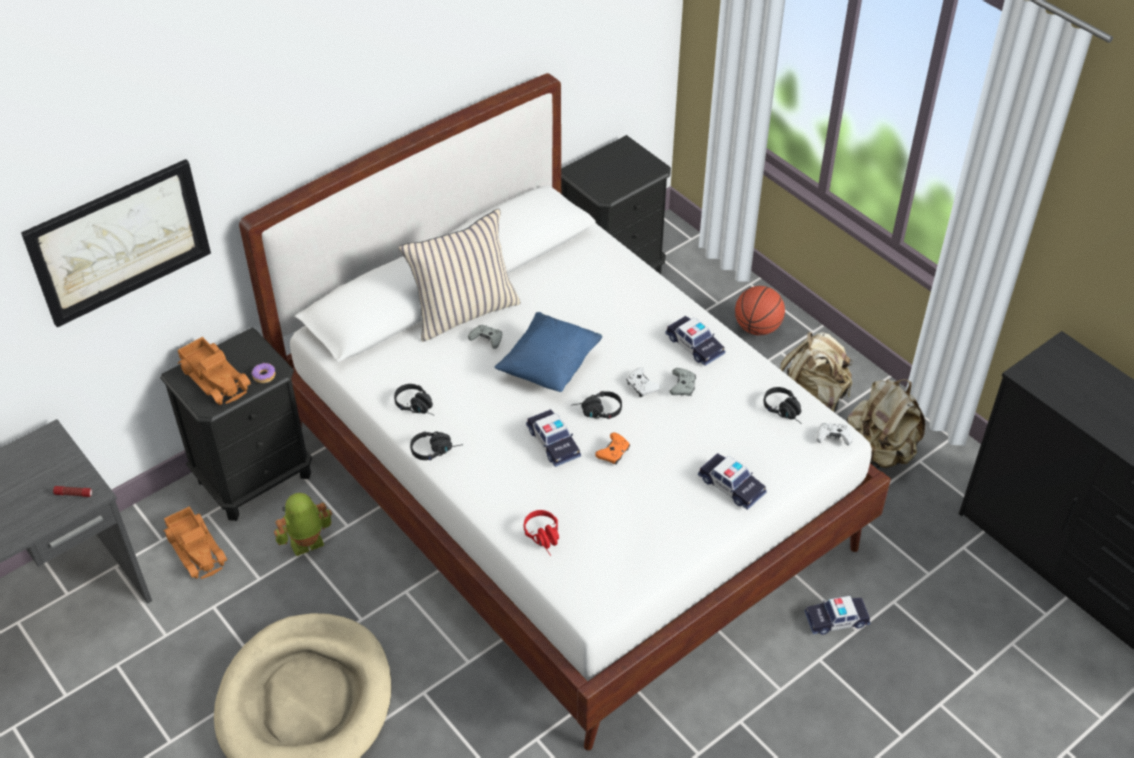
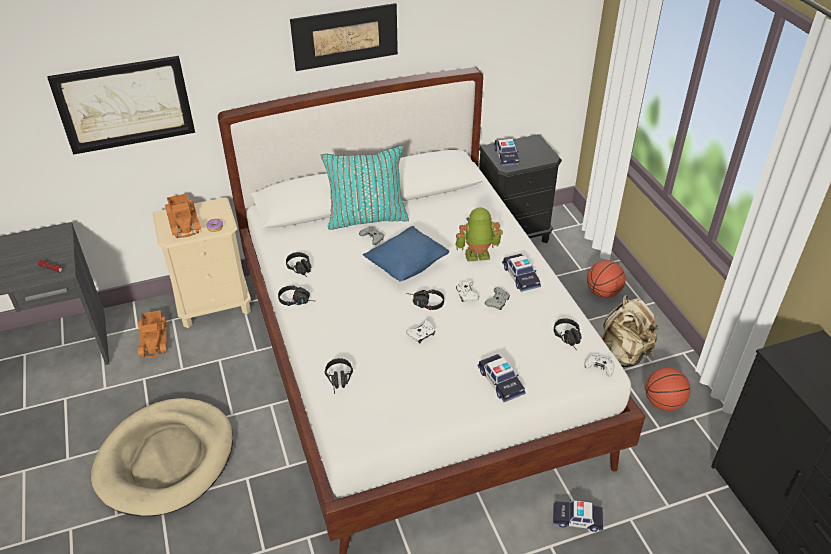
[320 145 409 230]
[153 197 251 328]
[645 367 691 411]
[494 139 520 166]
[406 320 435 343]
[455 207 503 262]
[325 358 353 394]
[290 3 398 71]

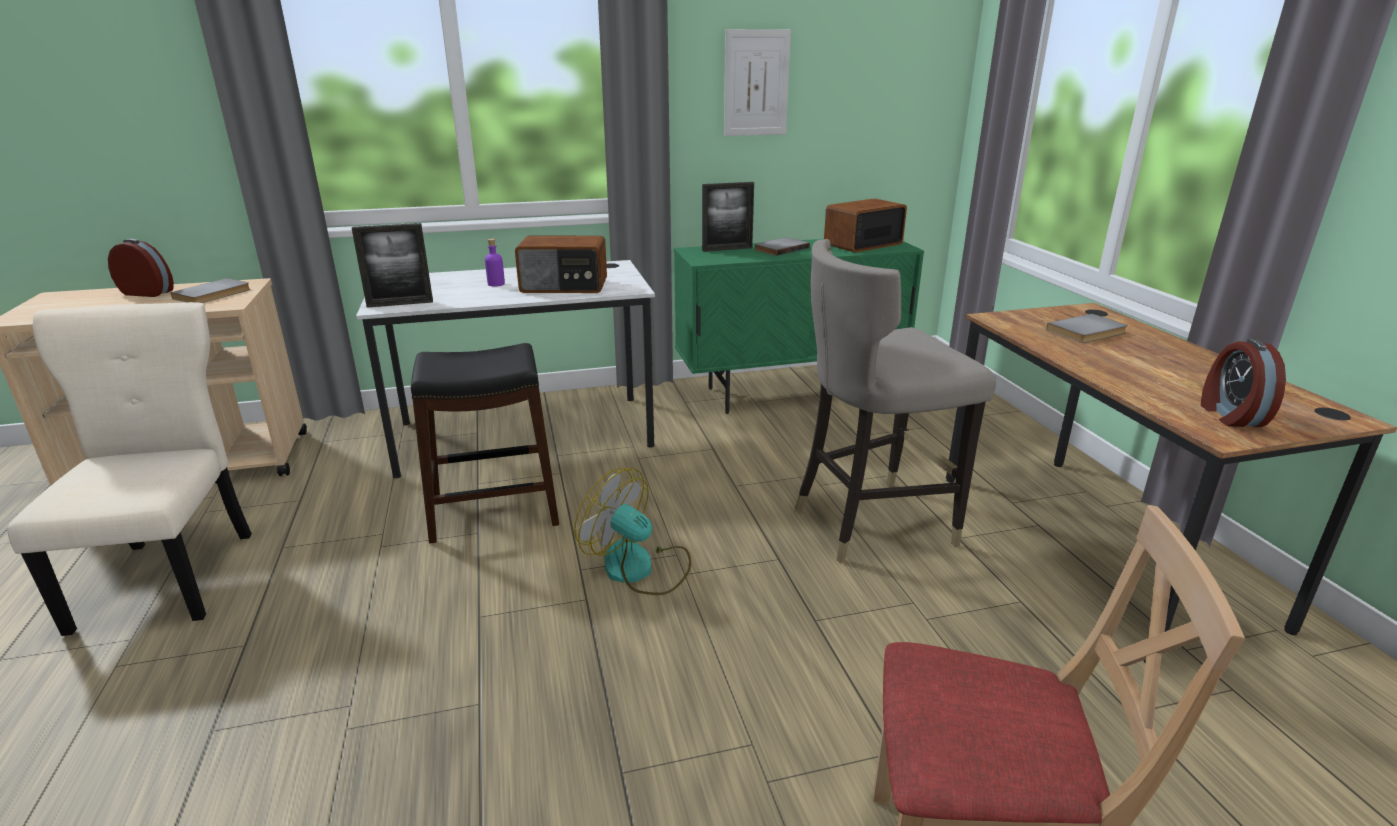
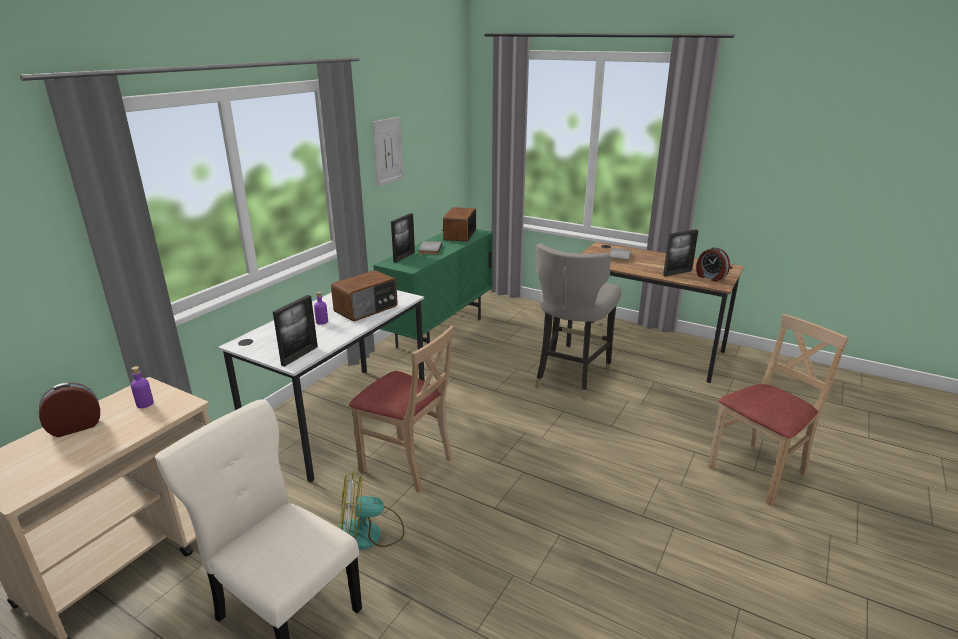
[131 366 154 408]
[349 326 454 493]
[338 471 405 550]
[663 229 699 277]

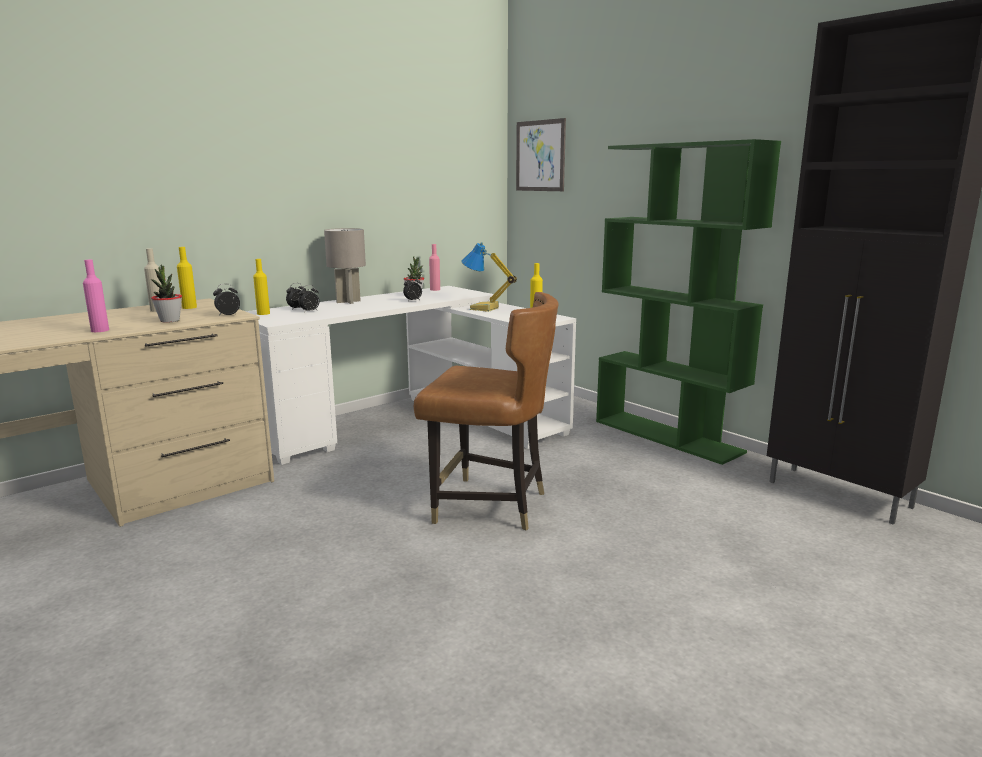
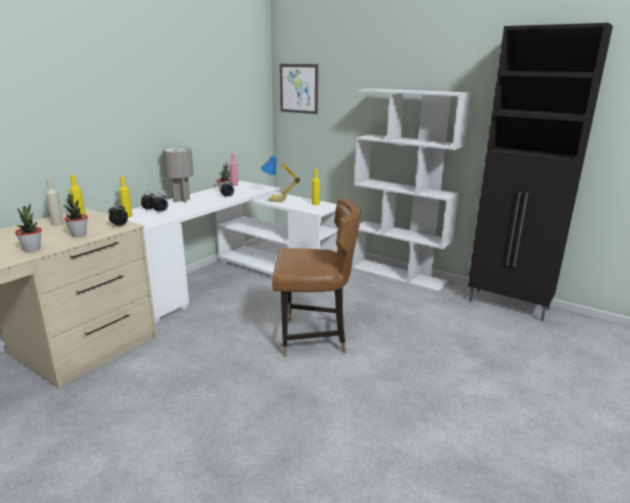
[351 89 472 292]
[15 204 42 252]

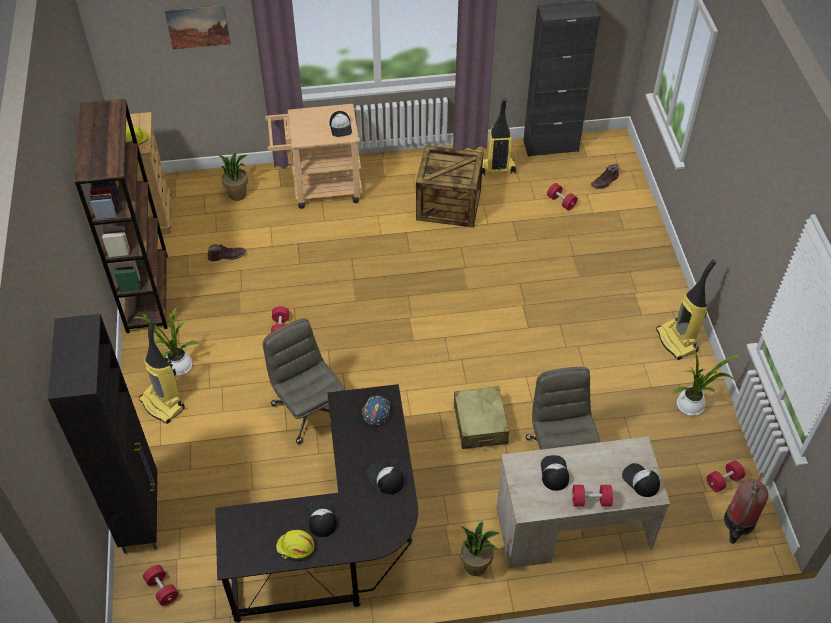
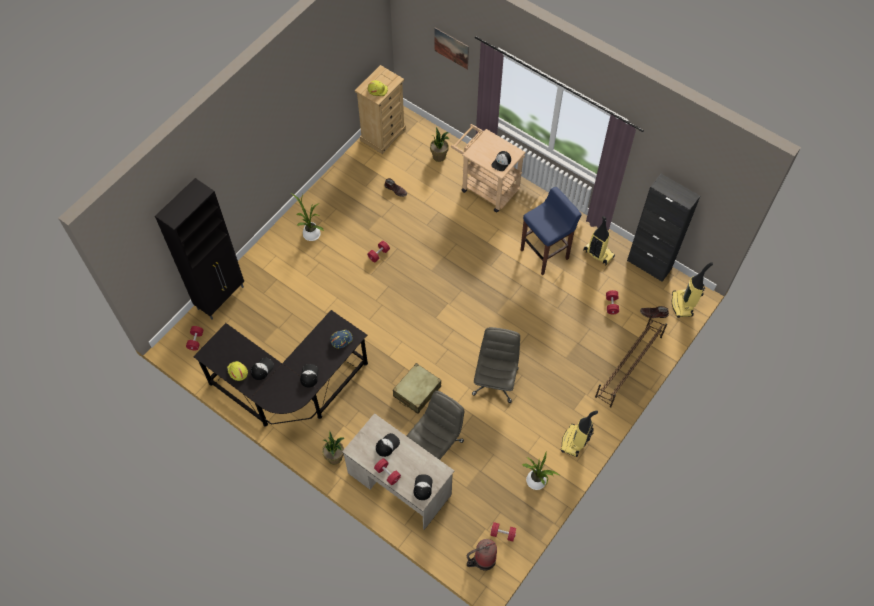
[74 99 168 333] (first image)
[521 187 582 275]
[472 327 520 403]
[672 262 713 318]
[595 314 667 407]

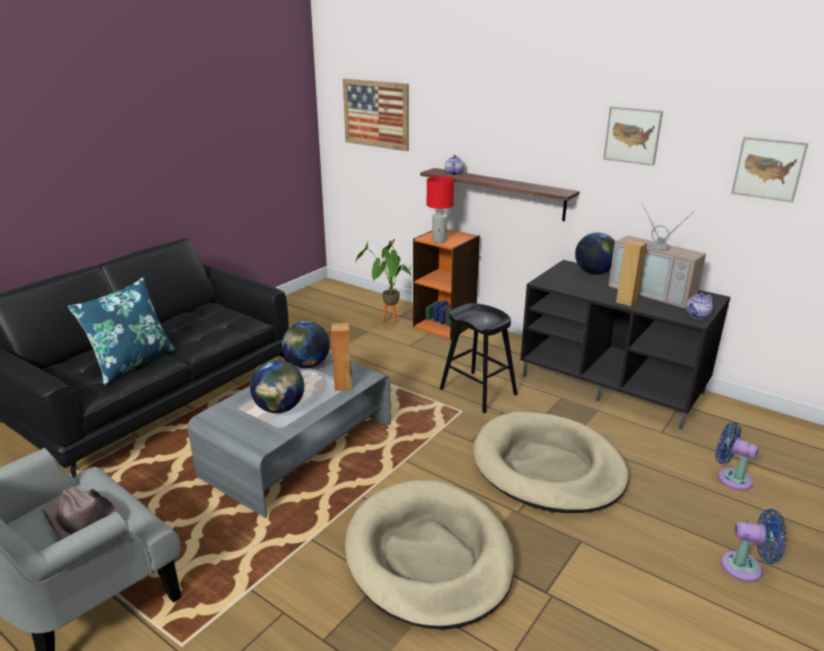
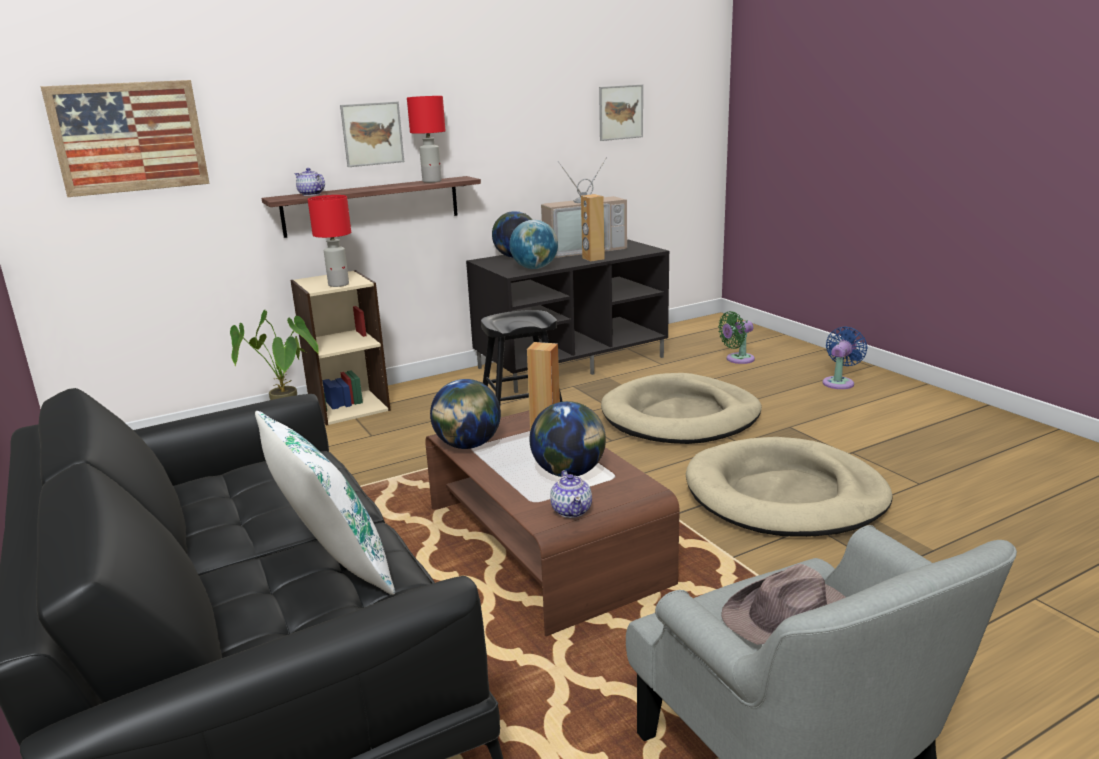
[340 102 404 167]
[290 270 391 426]
[255 411 395 595]
[550 470 592 518]
[425 410 680 636]
[718 311 755 364]
[407 96 445 183]
[509 220 558 269]

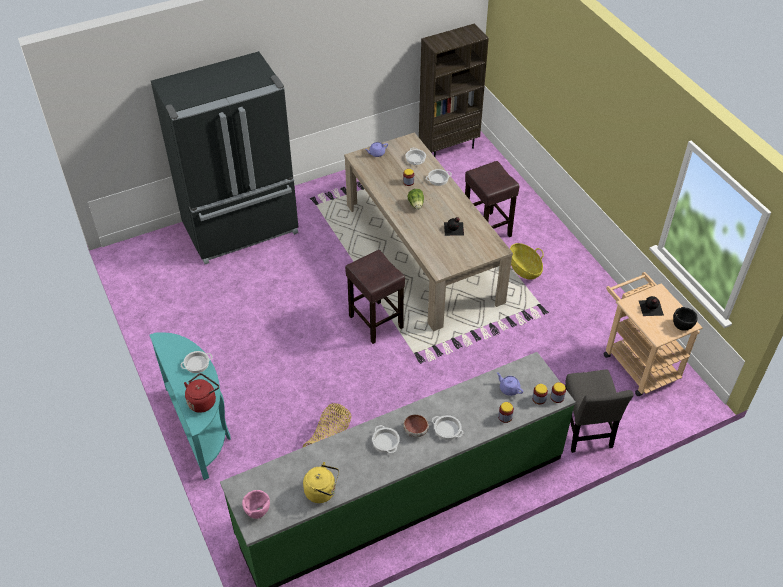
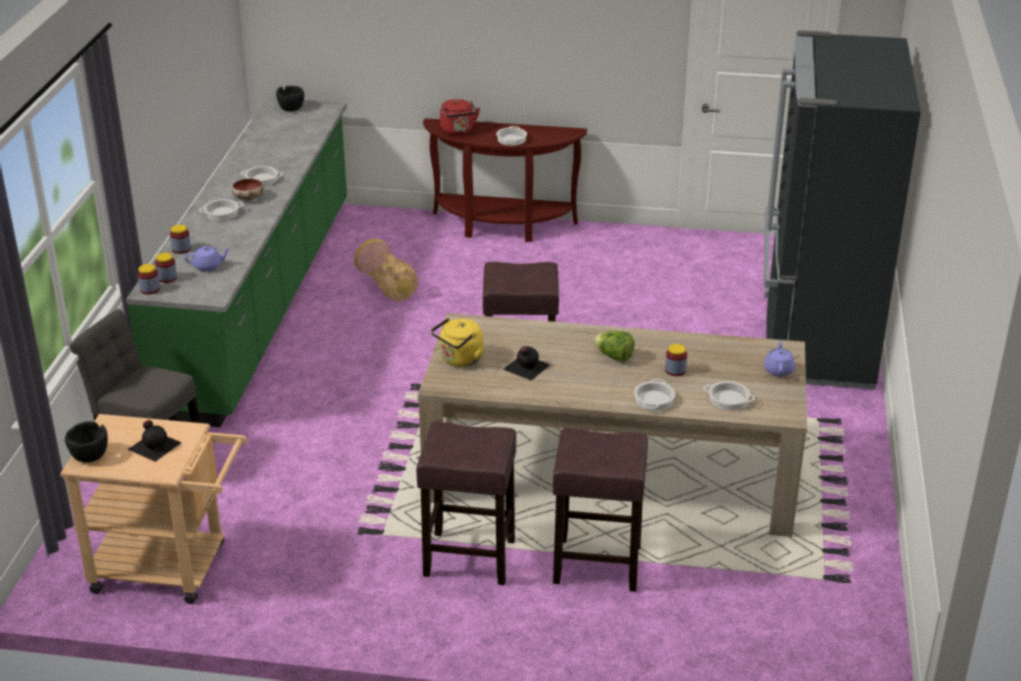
[419 23 489 158] (first image)
[416 422 516 585]
[423 118 587 242]
[431 318 484 367]
[276 86 304 111]

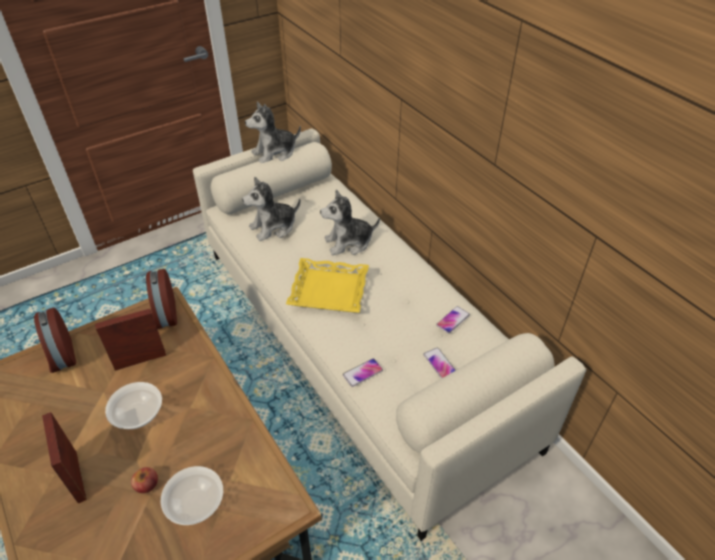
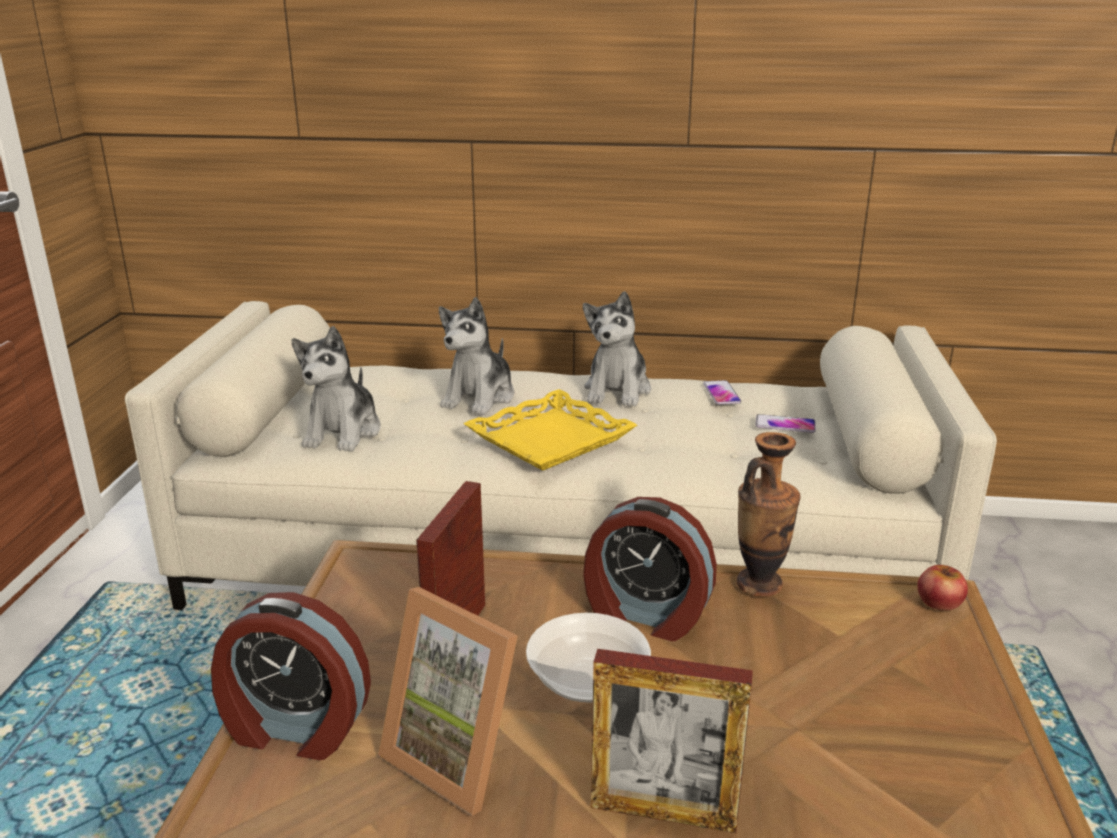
[583 291 651 407]
[583 497 717 641]
[343 358 383 387] (first image)
[160 466 223 525] (first image)
[917 565 968 611]
[737 432 801 597]
[378 587 518 816]

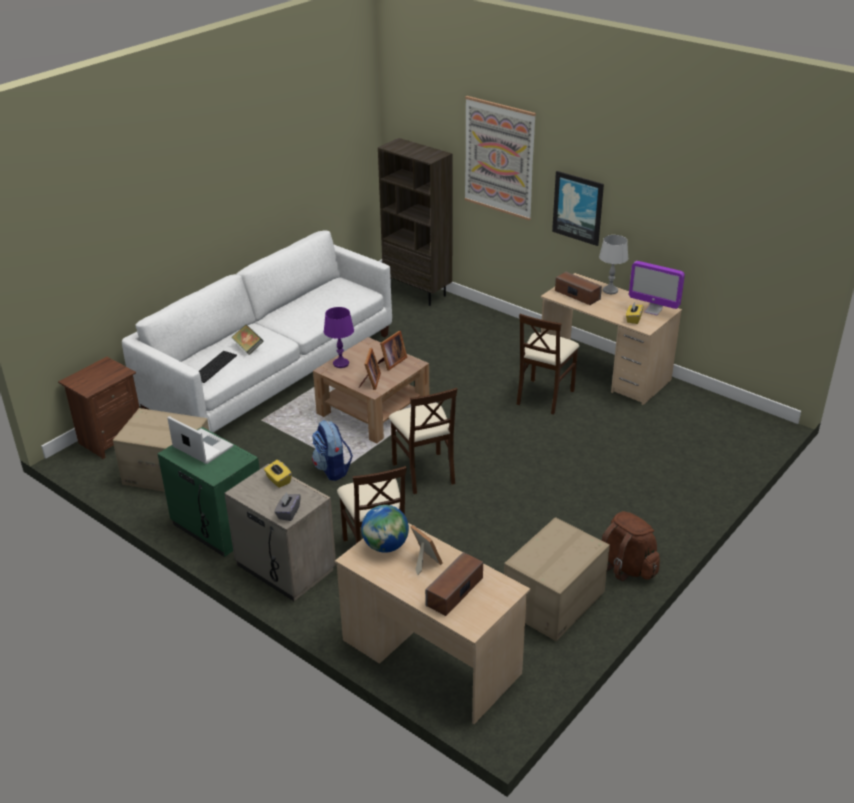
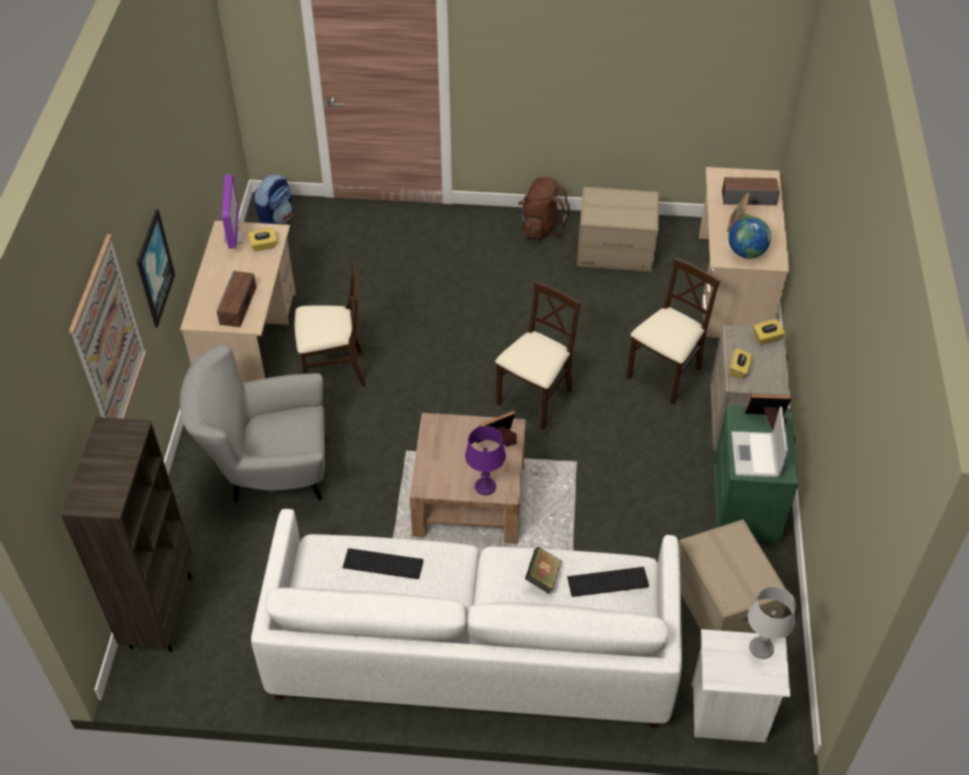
[748 586 796 659]
[745 394 792 429]
[691 629 790 743]
[253 174 293 224]
[753 319 785 345]
[180 345 325 503]
[343 548 424 579]

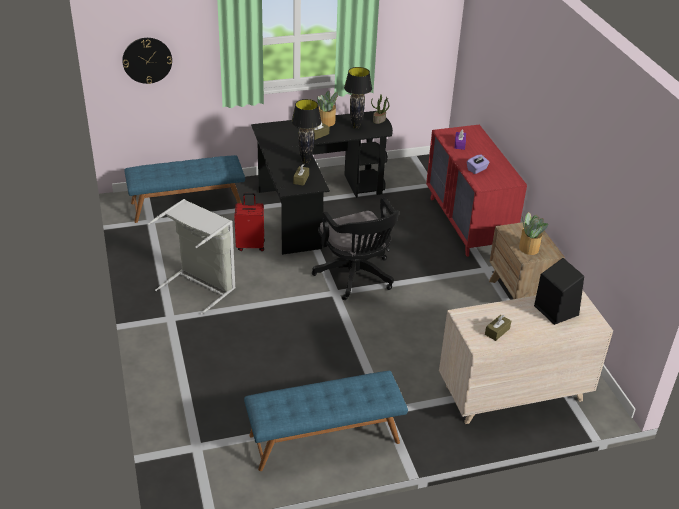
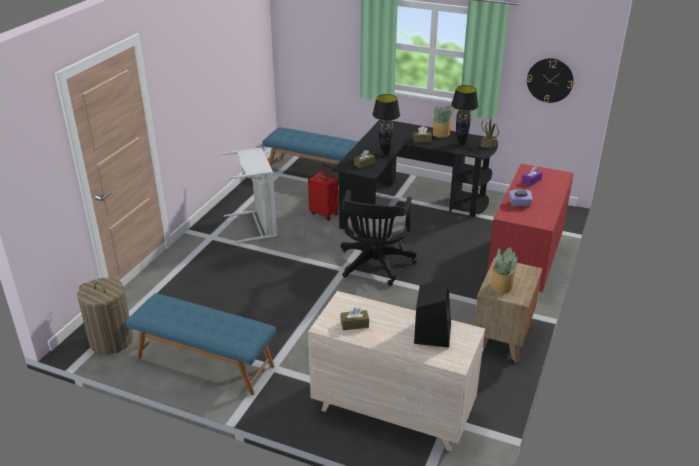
[527 58 574 103]
[77 278 133 355]

